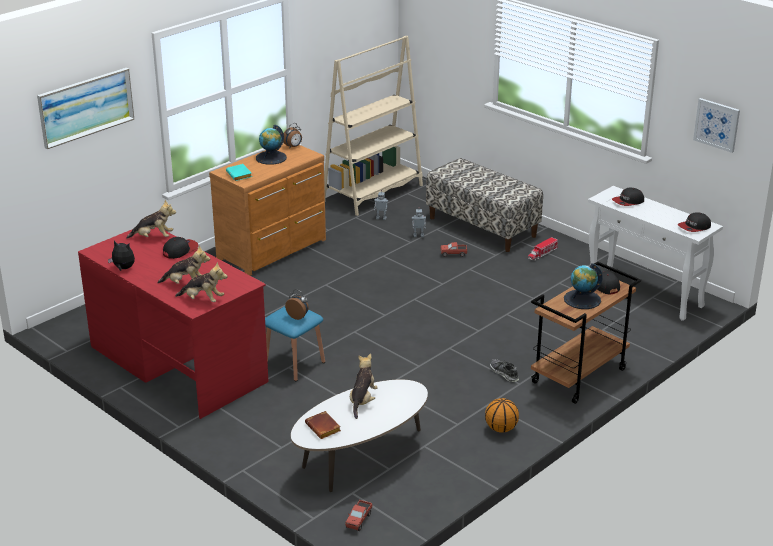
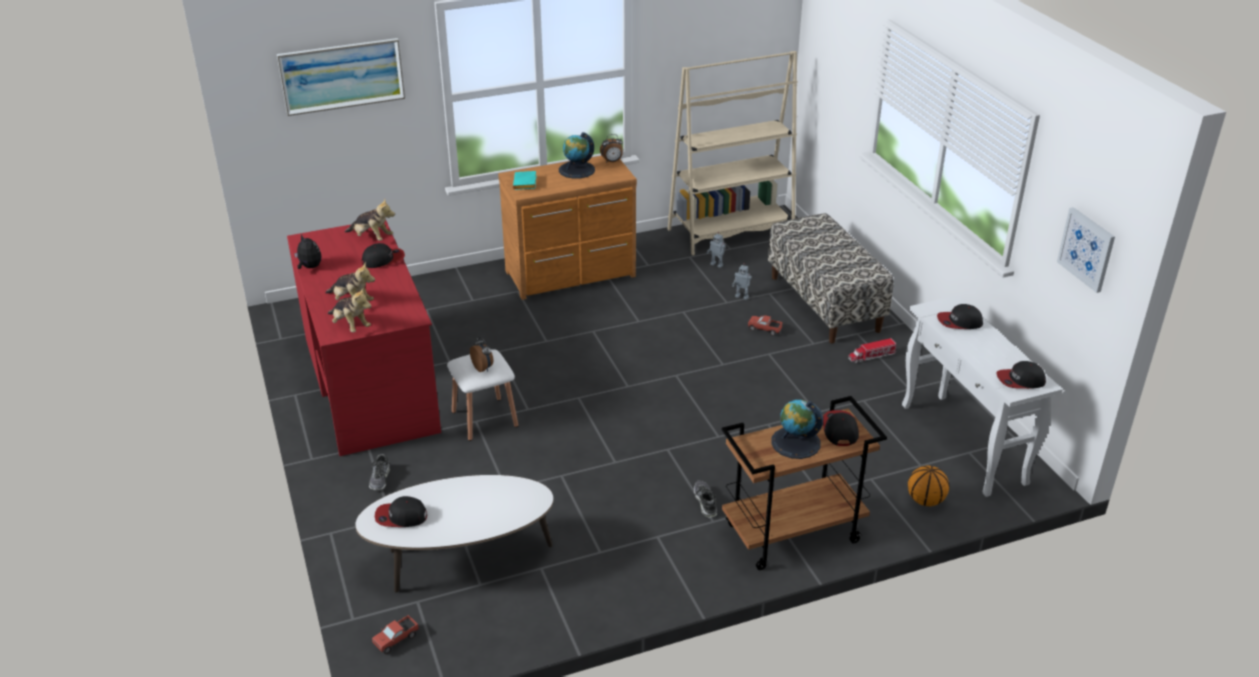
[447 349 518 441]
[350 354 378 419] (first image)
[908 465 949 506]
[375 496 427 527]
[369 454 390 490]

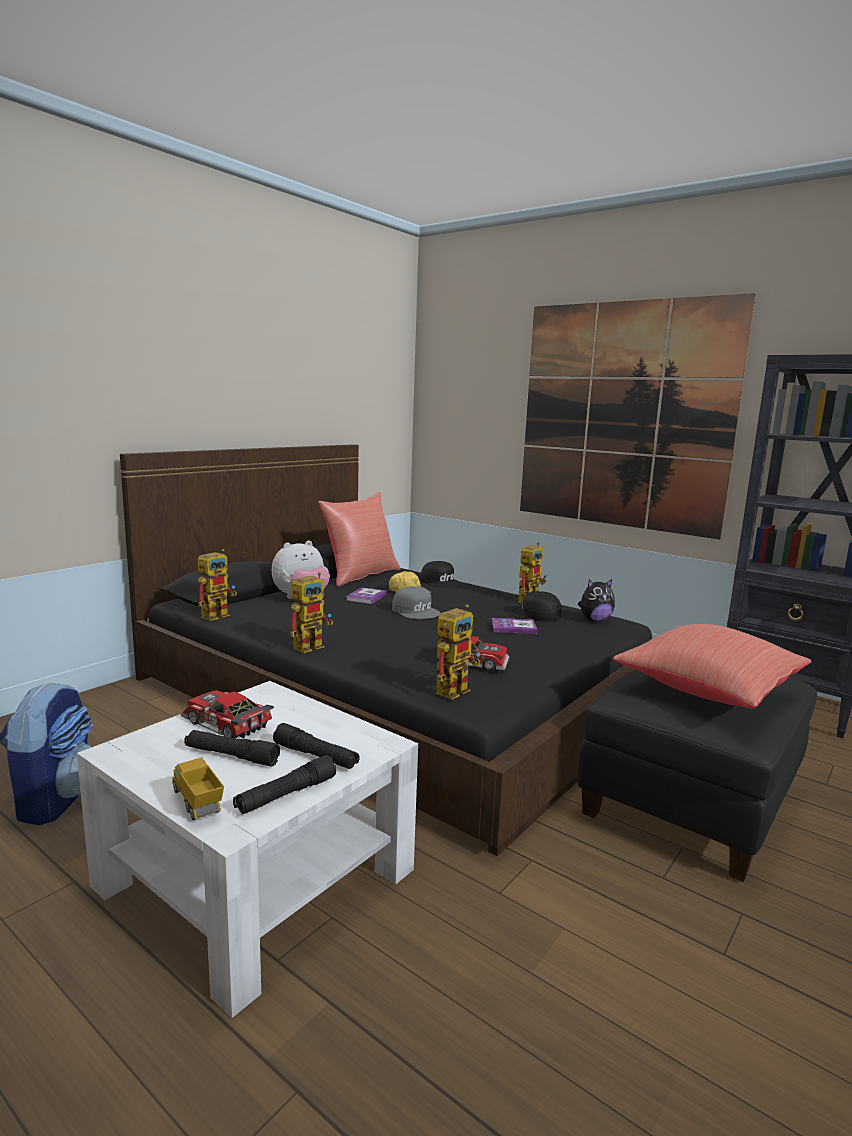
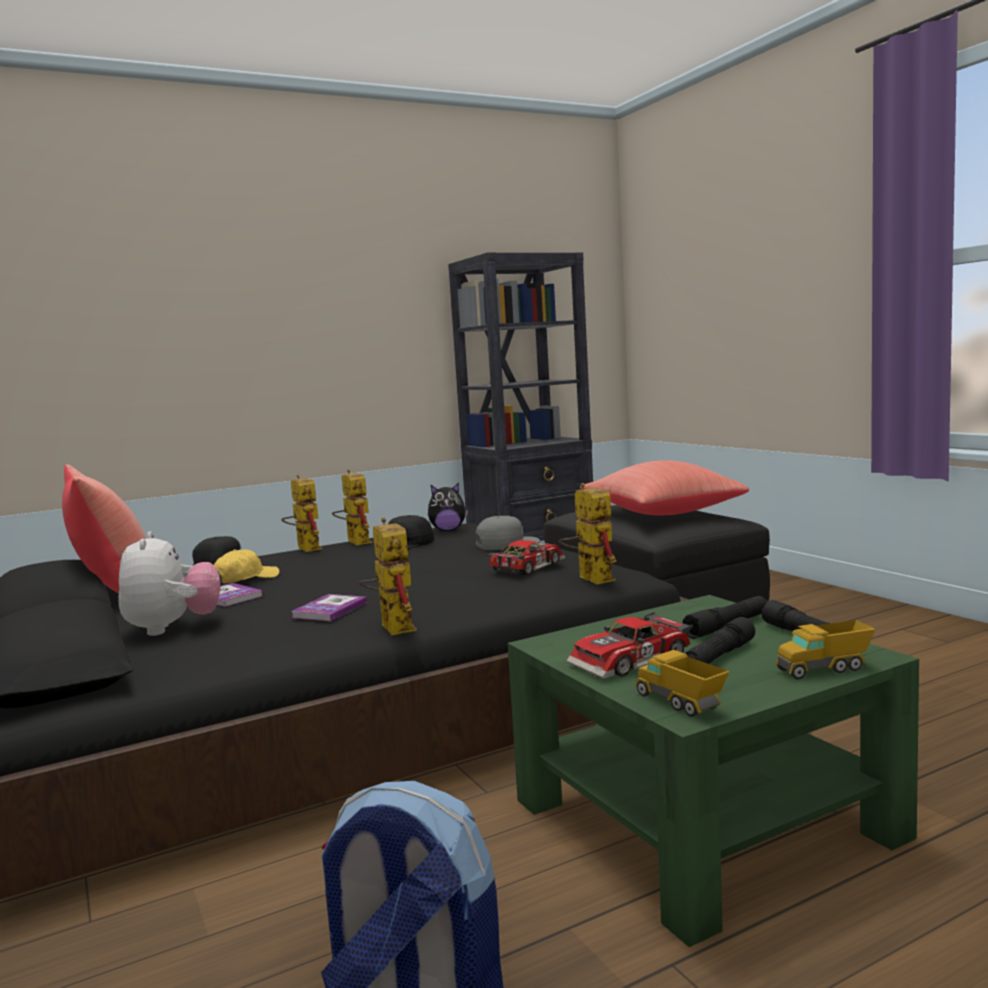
[520 293 756 539] (first image)
[281 475 323 552]
[428 483 468 531]
[476 516 540 550]
[291 594 367 621]
[508 595 919 947]
[635 650 730 717]

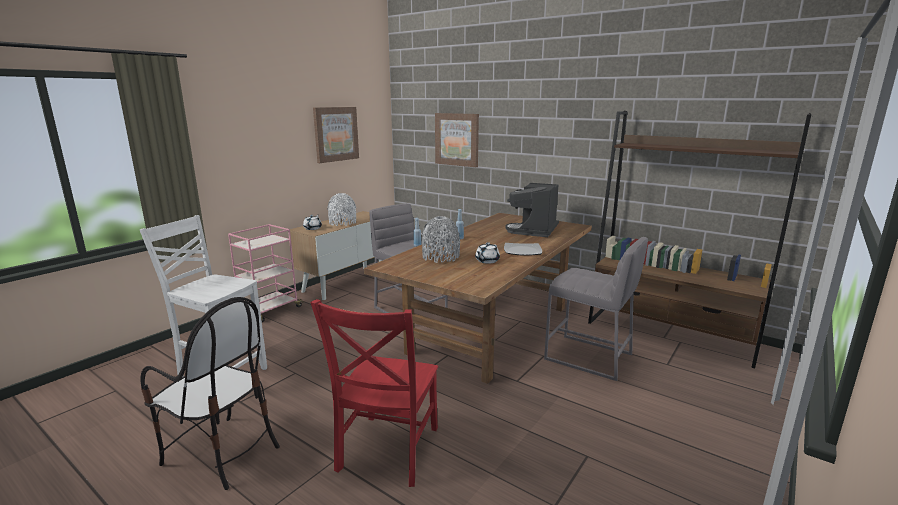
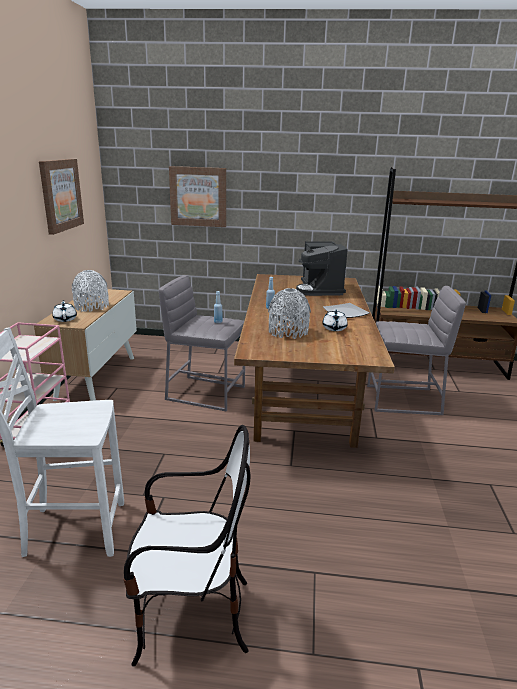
[310 299 438 487] (first image)

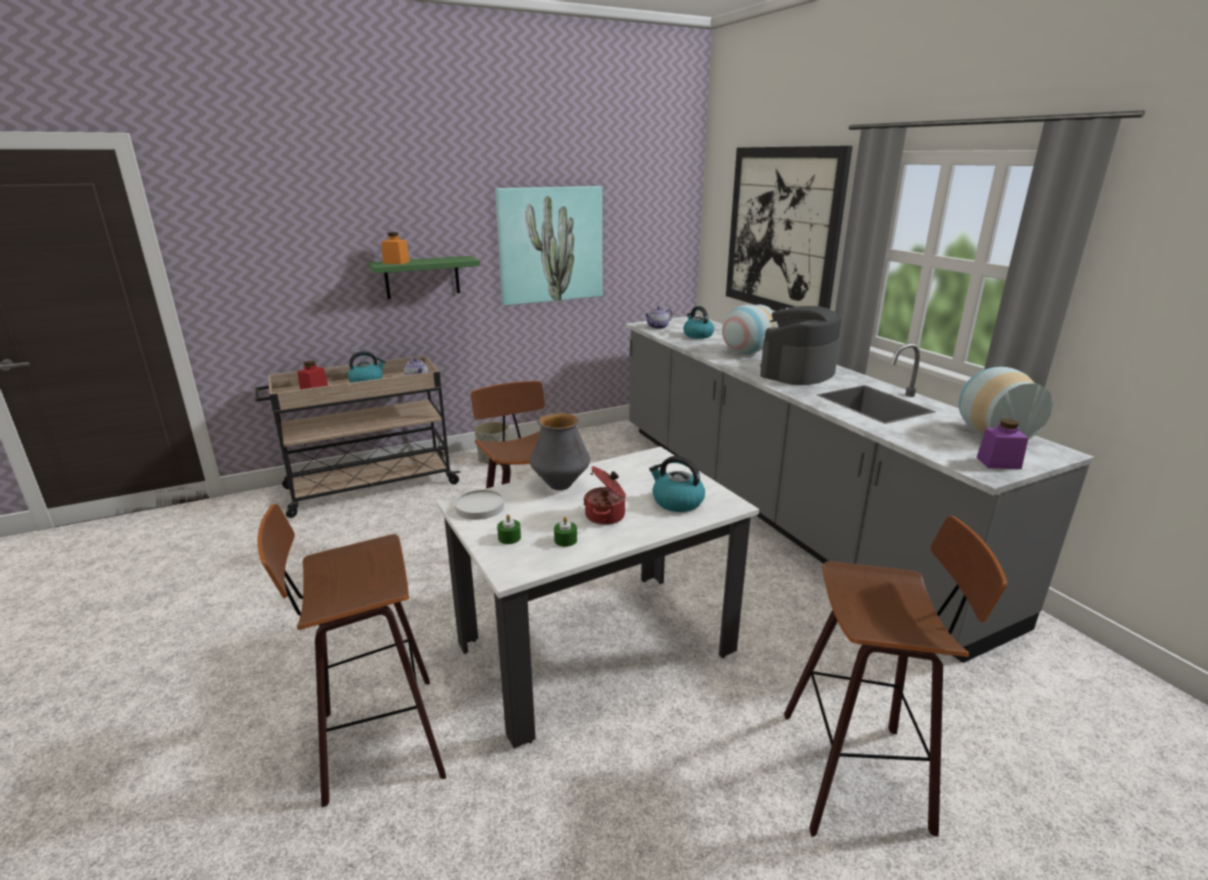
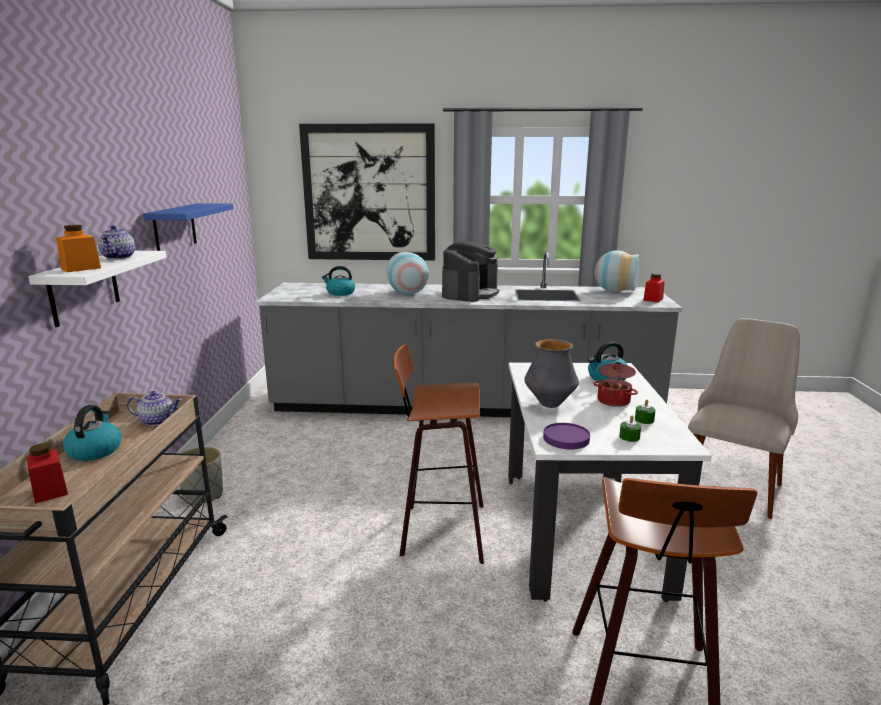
[143 203 233 251]
[28 251 167 327]
[98 225 135 260]
[442 241 499 302]
[643 273 665 302]
[543 423 590 449]
[688 318 800 519]

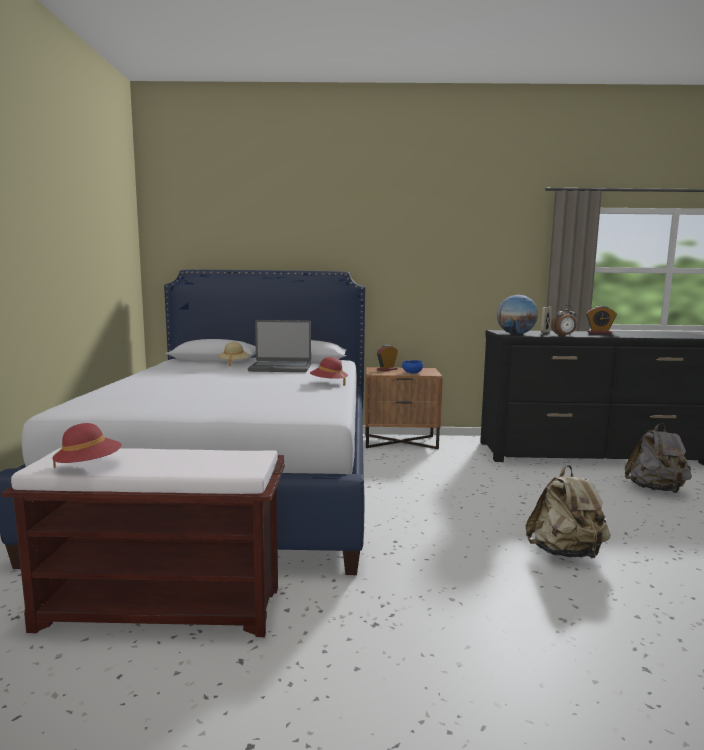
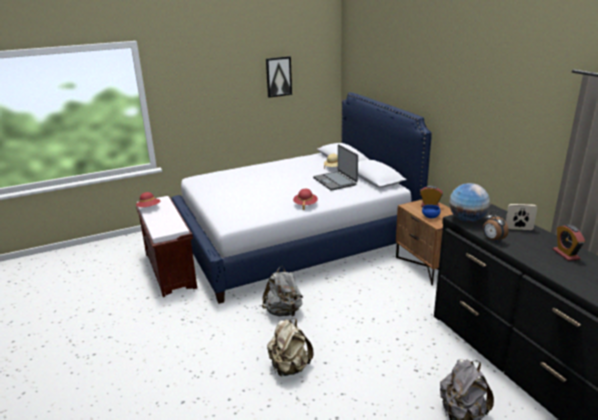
[266 56 292 98]
[262 266 303 316]

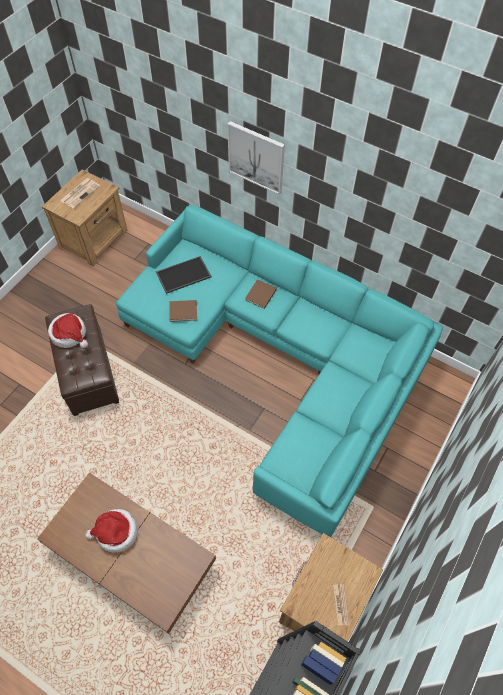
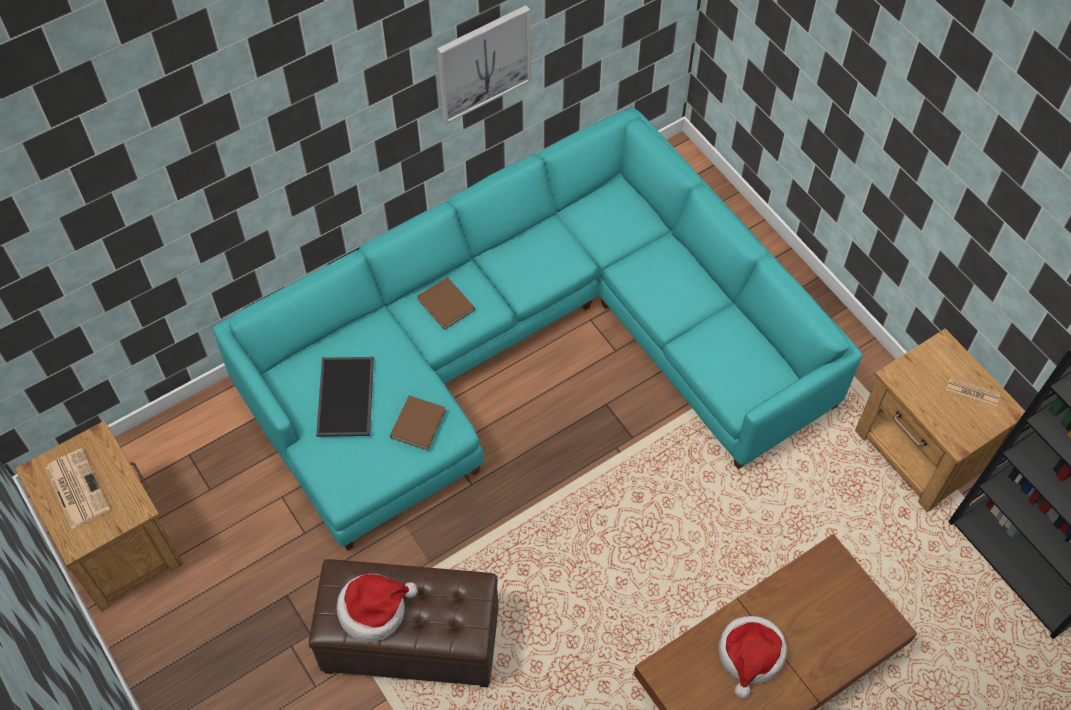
[437 5 531 123]

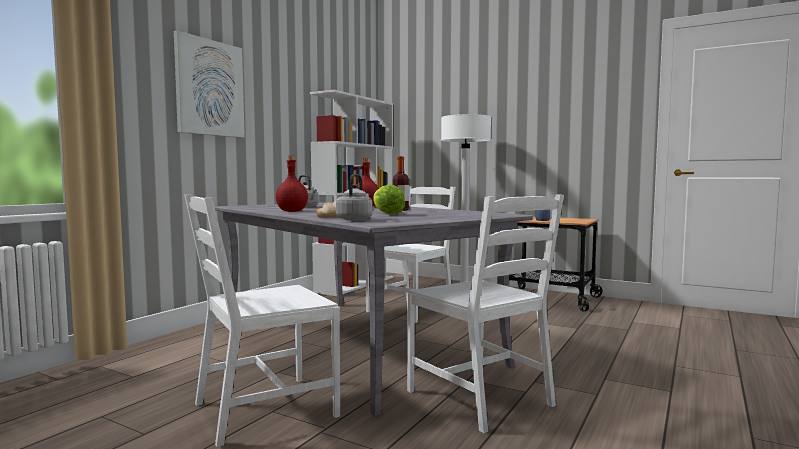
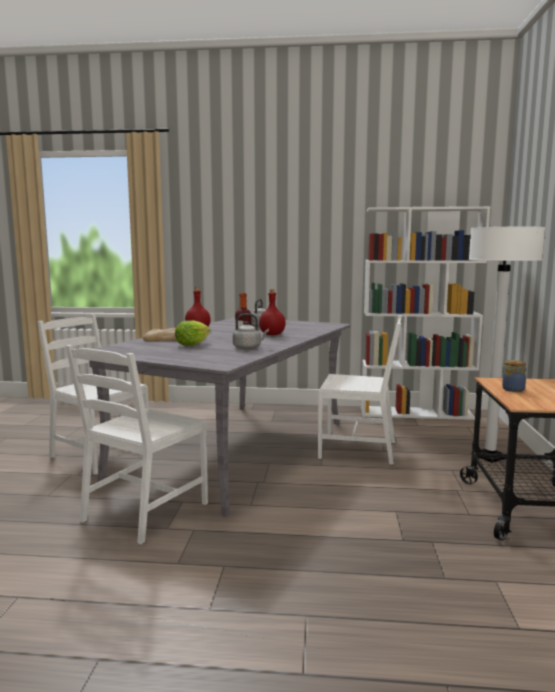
[174 31 245 138] (first image)
[233 314 269 349]

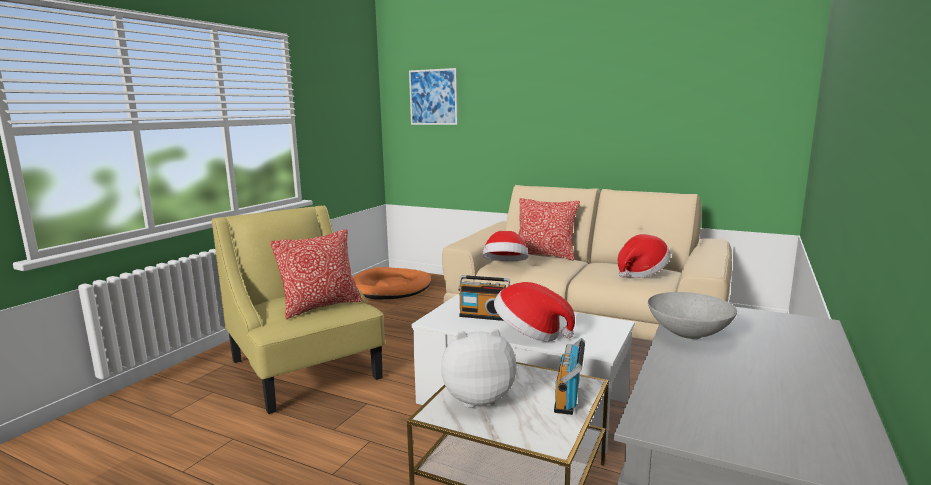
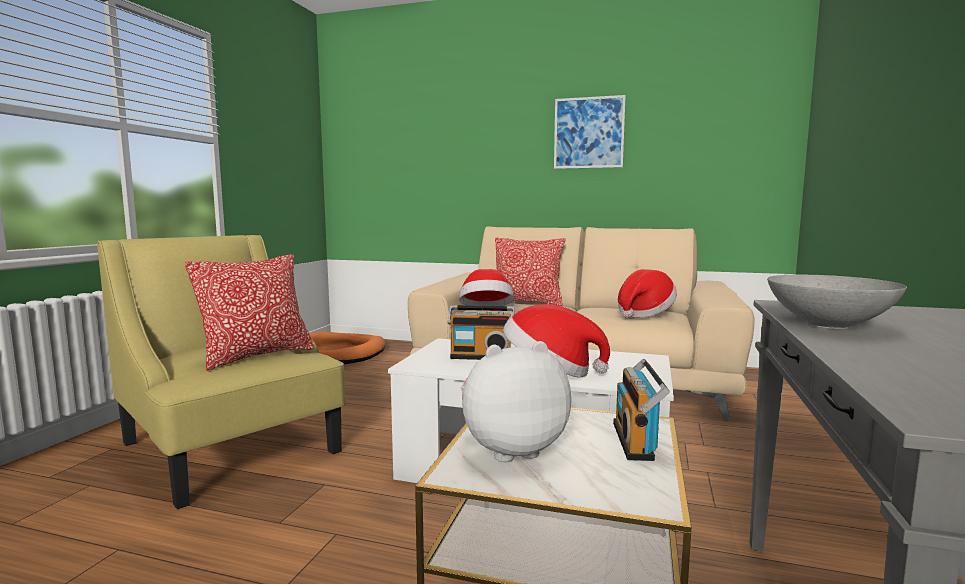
[554 95 626 169]

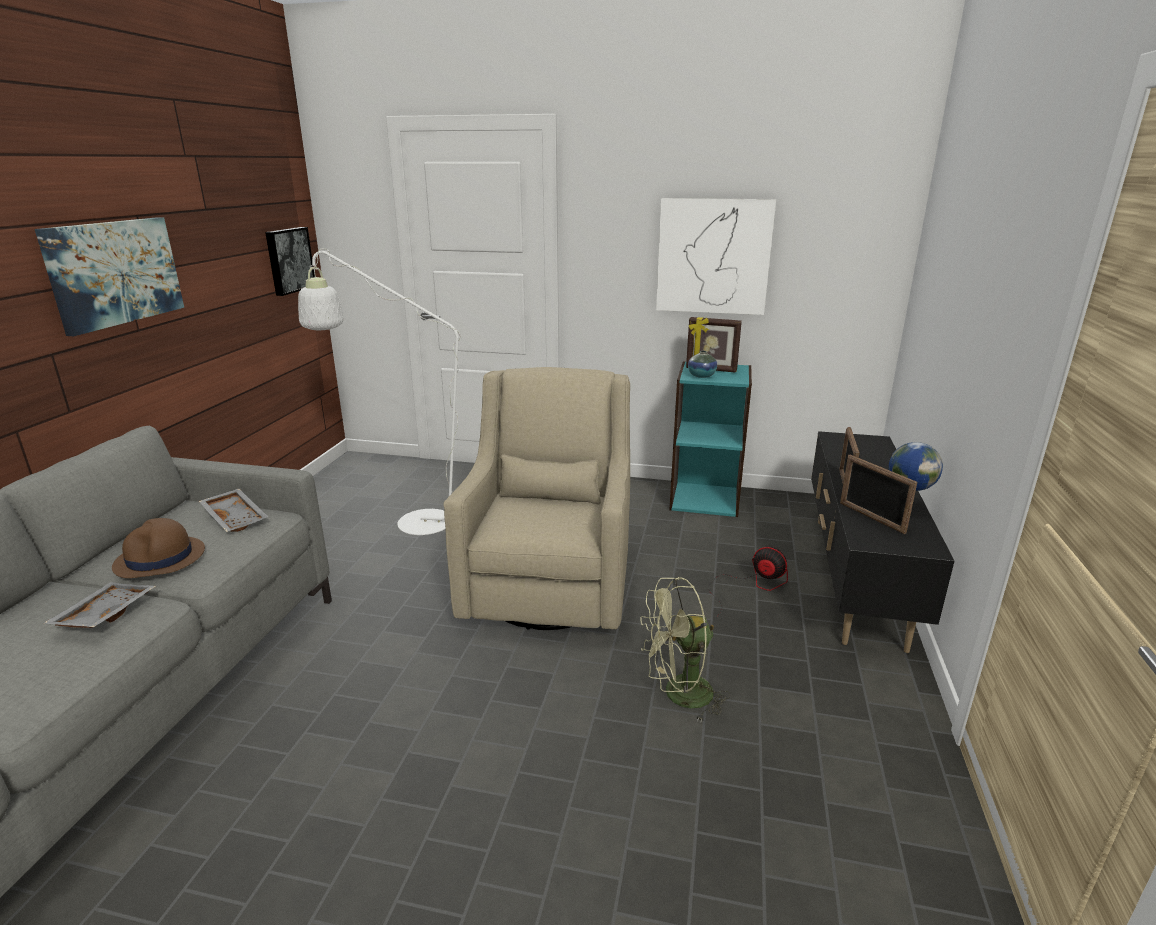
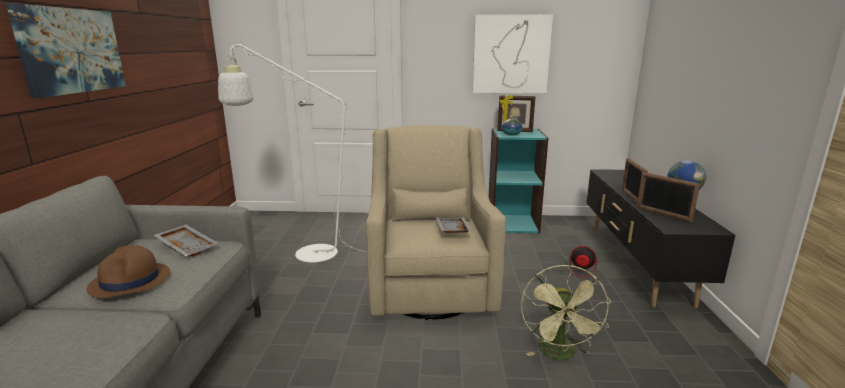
[265 227 315 296] (first image)
[521 264 611 360]
[436 217 472 233]

